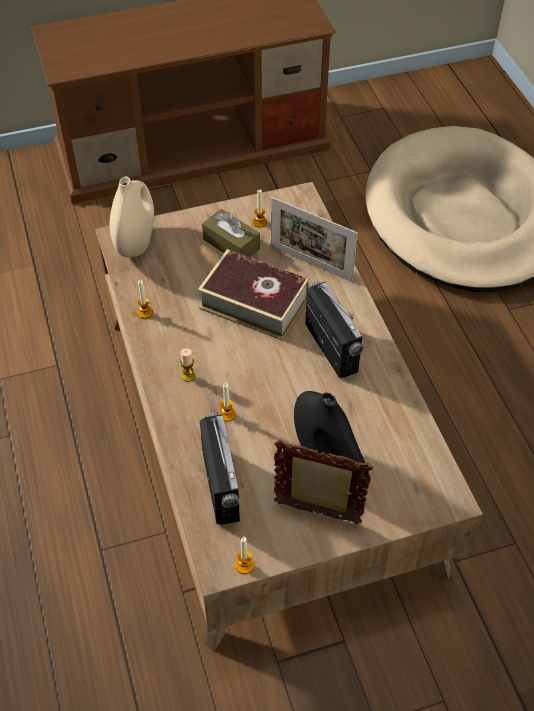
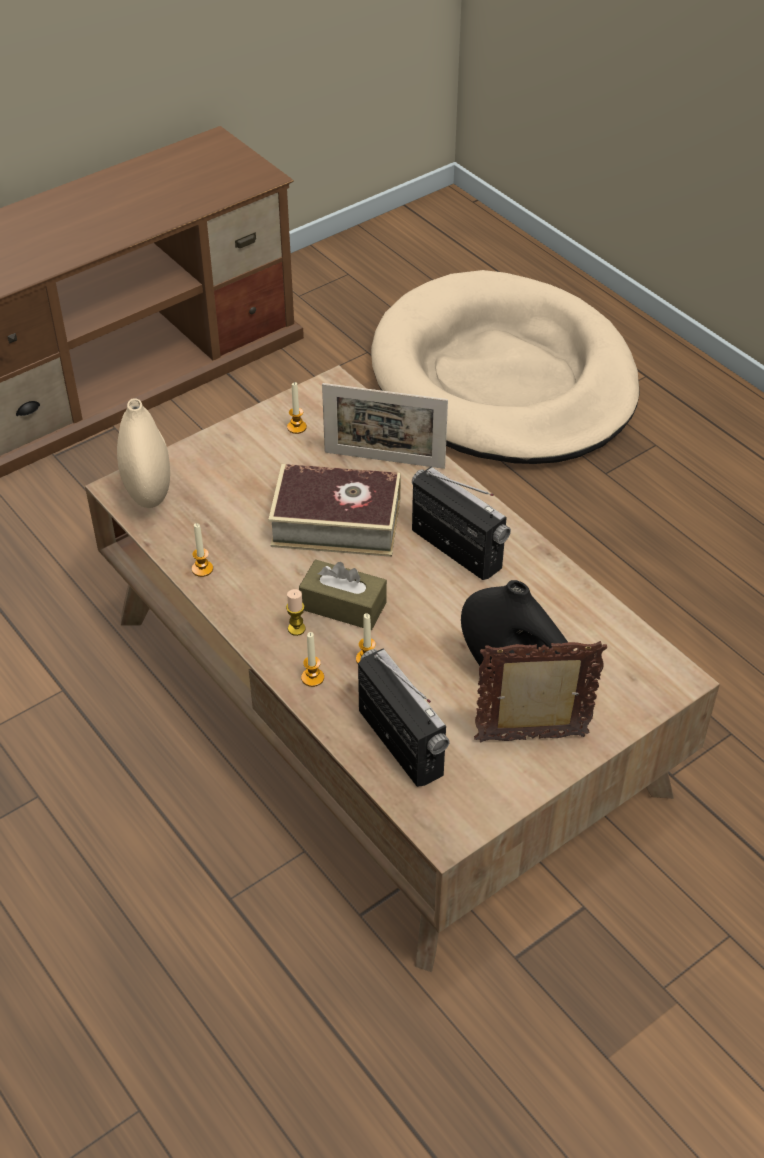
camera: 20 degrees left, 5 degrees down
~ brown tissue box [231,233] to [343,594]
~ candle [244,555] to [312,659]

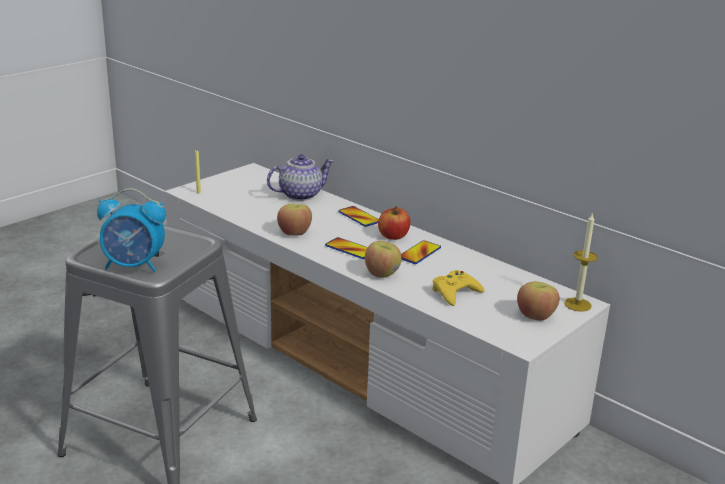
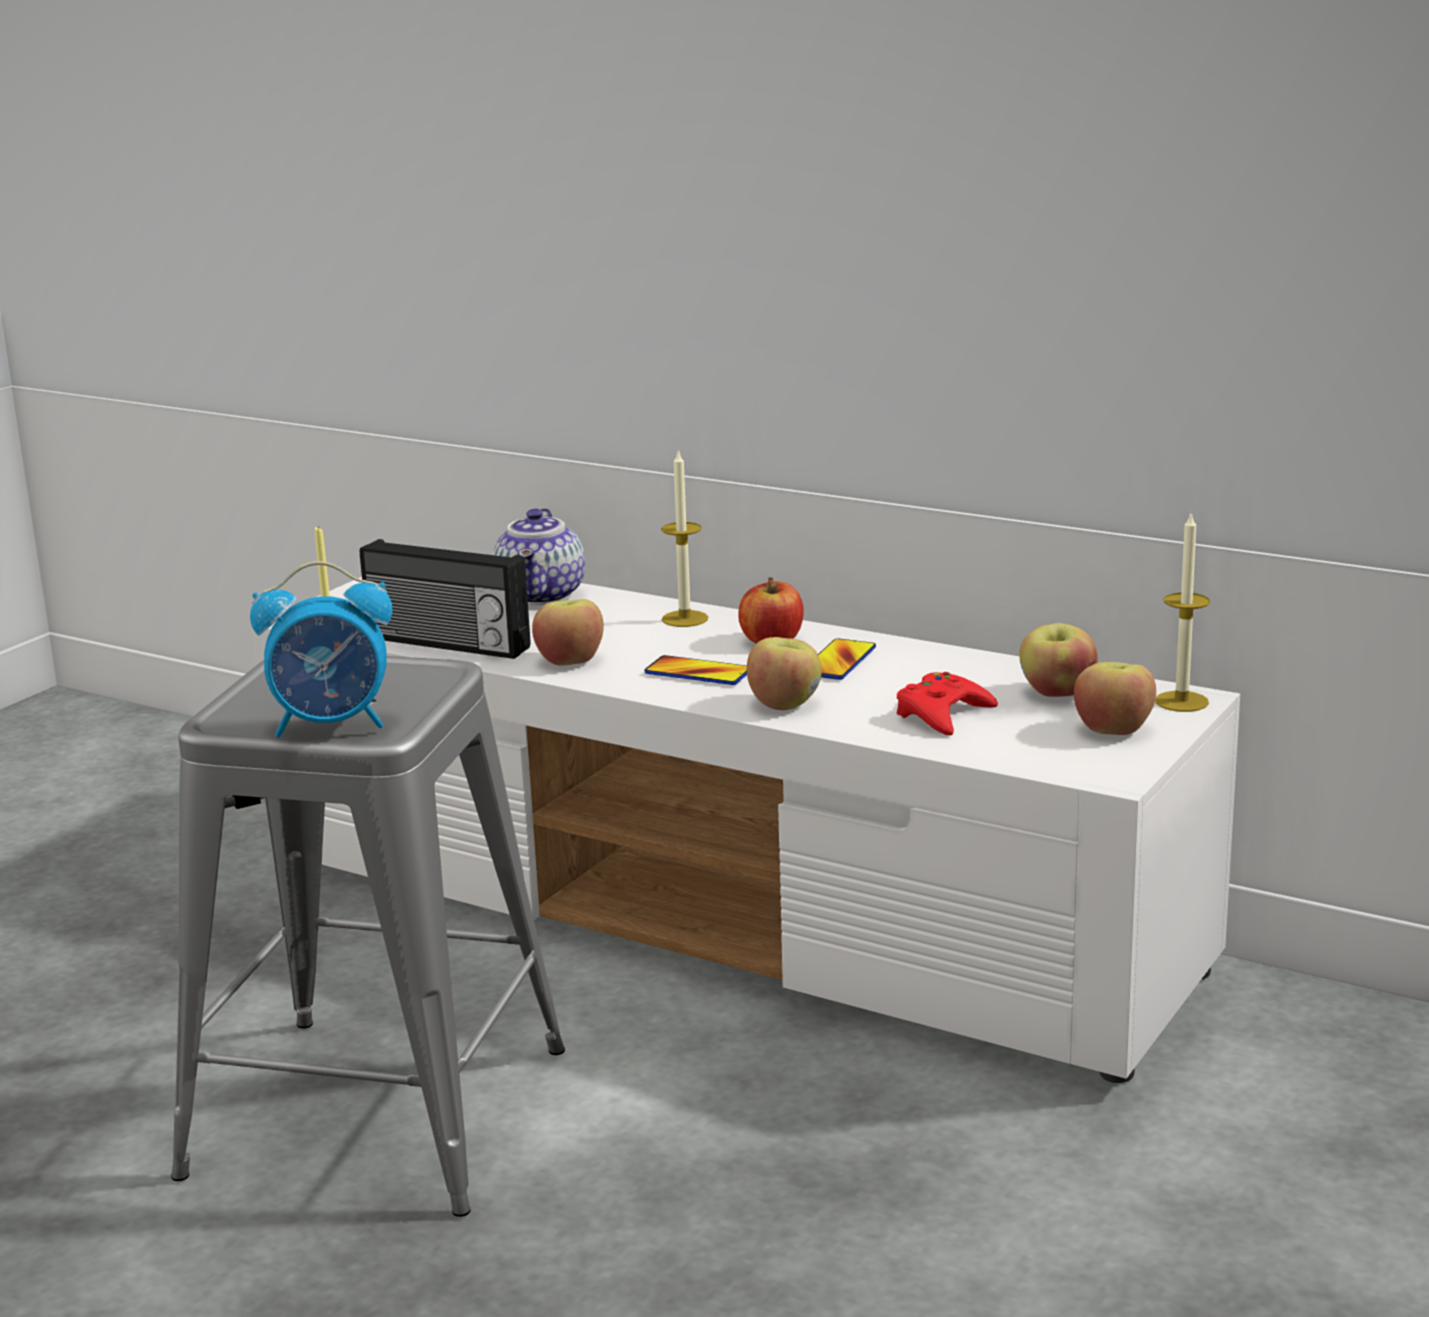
camera: 10 degrees left, 5 degrees down
~ teapot [300,177] = [539,556] 135 degrees clockwise
~ phone [358,216] to candle [684,538]
~ yellow game controller [458,288] to red game controller [947,703]
+ radio [445,599]
+ apple [1058,660]

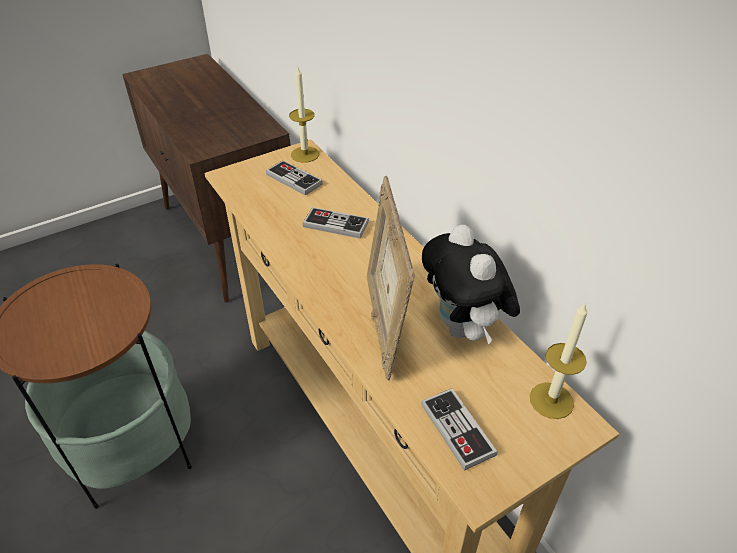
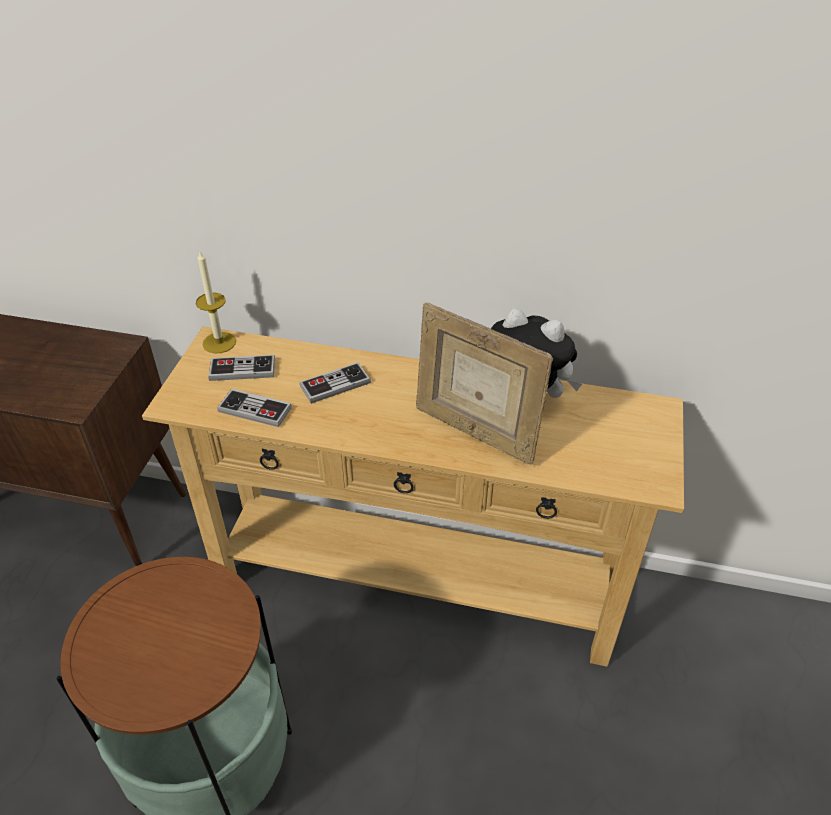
camera: 45 degrees left, 0 degrees up
~ game controller [459,429] to [254,408]
- candle [559,360]

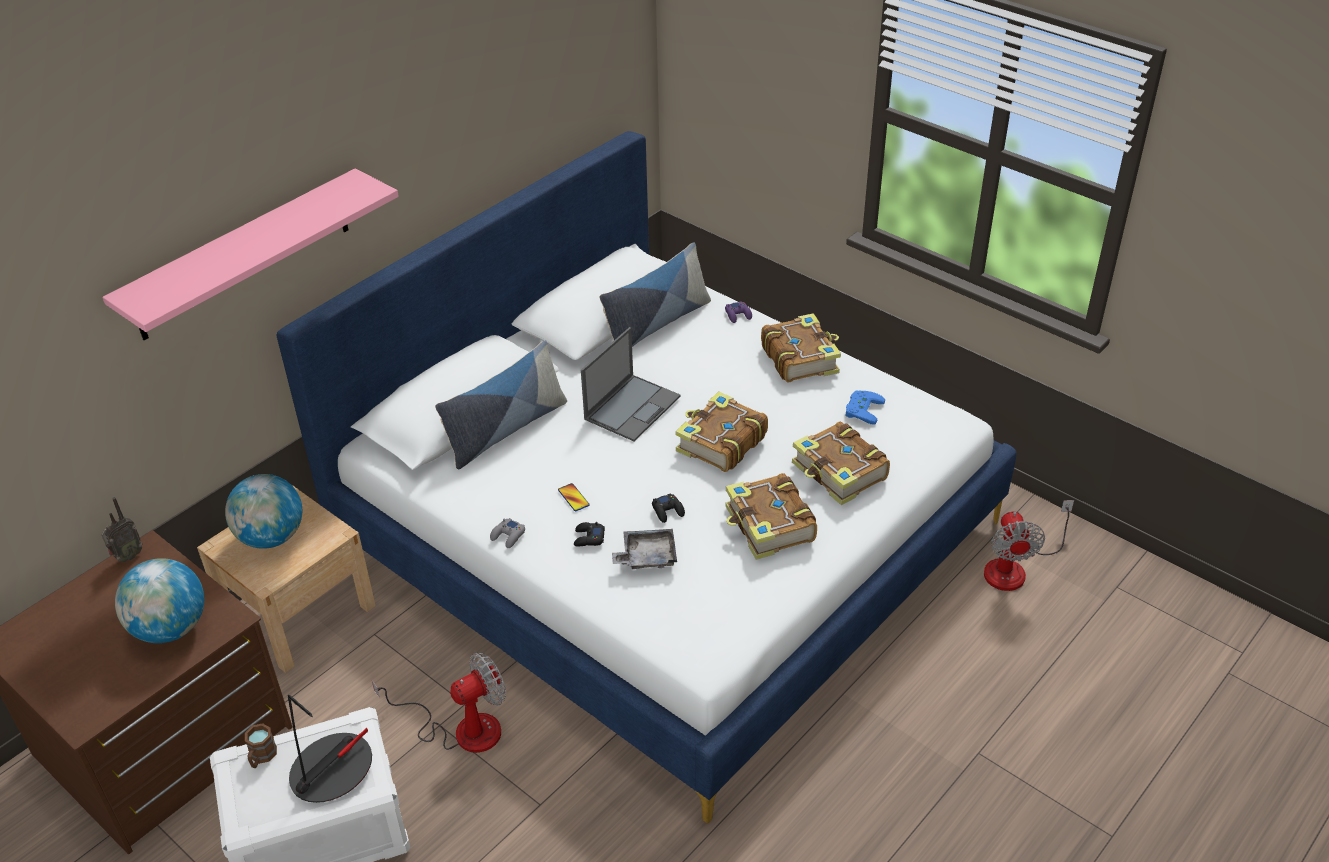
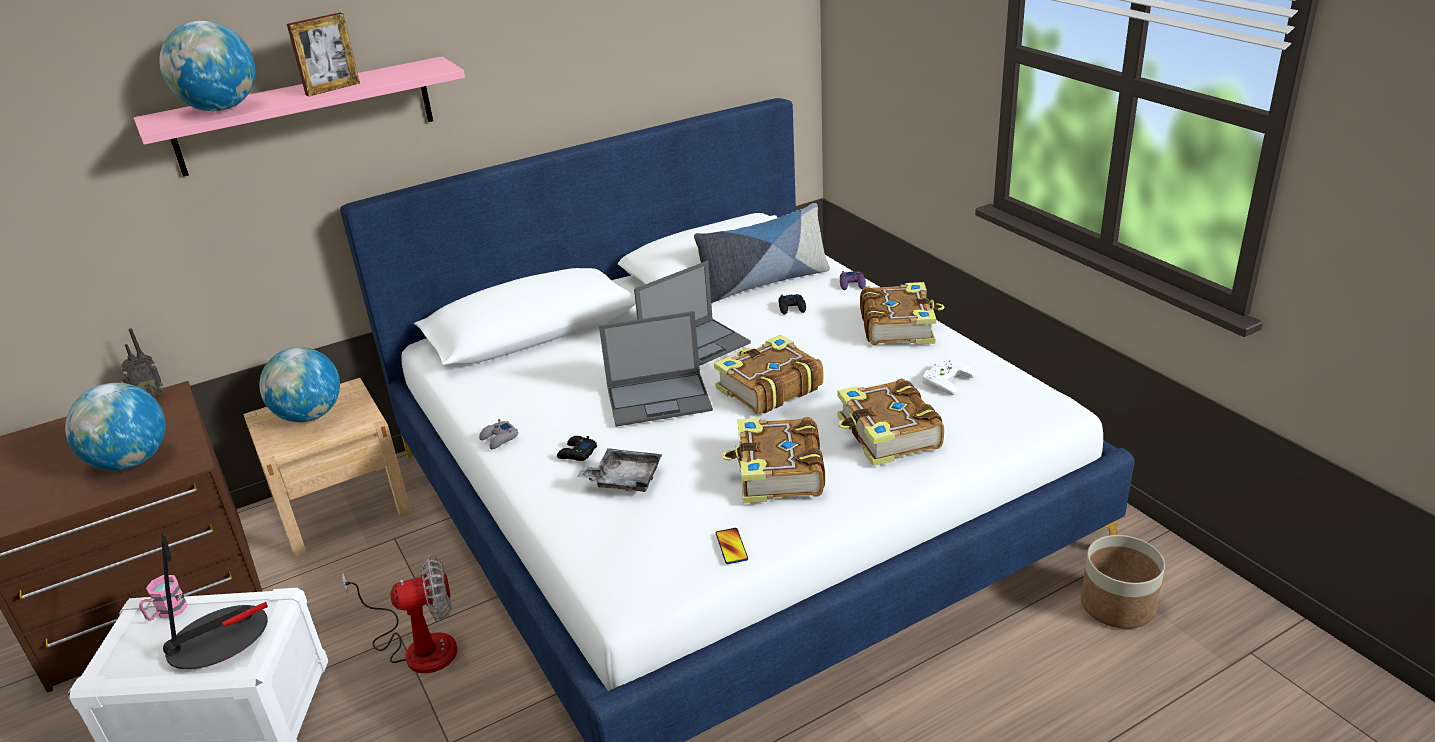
camera: 20 degrees right, 10 degrees down
~ brown mug [261,745] to pink mug [163,598]
- pillow [501,404]
~ phone [574,497] to [732,546]
~ black game controller [668,508] to [792,304]
~ blue game controller [865,408] to white game controller [949,377]
~ fan [1029,545] to planter [1123,582]
+ globe [207,66]
+ picture frame [323,55]
+ laptop [656,369]

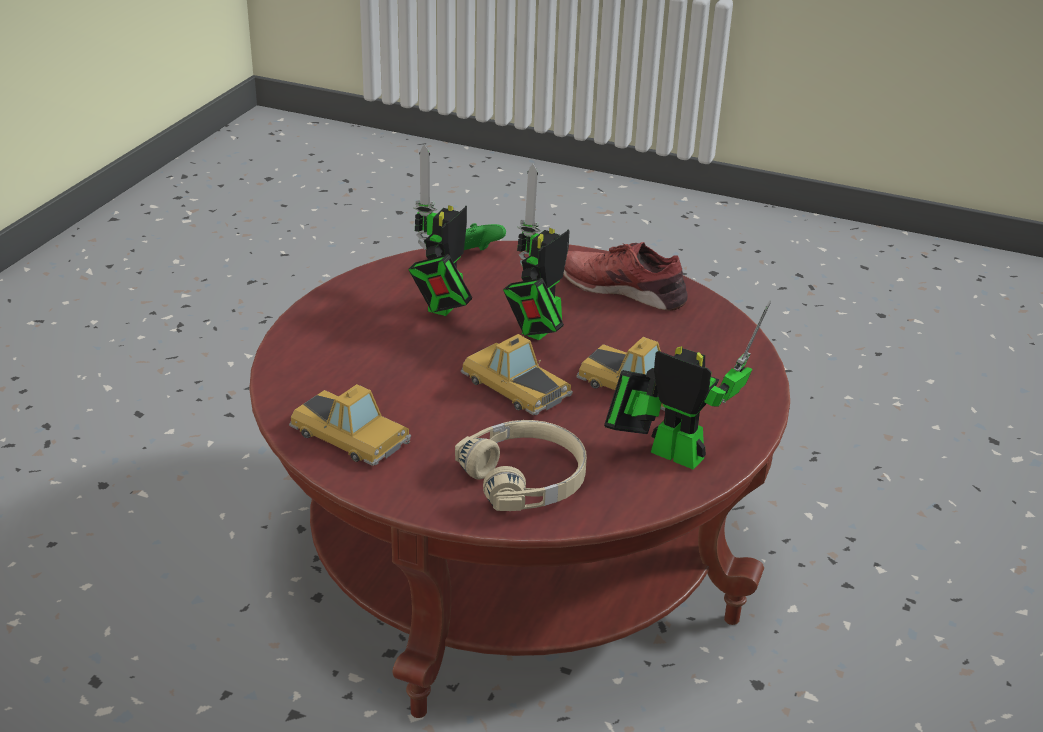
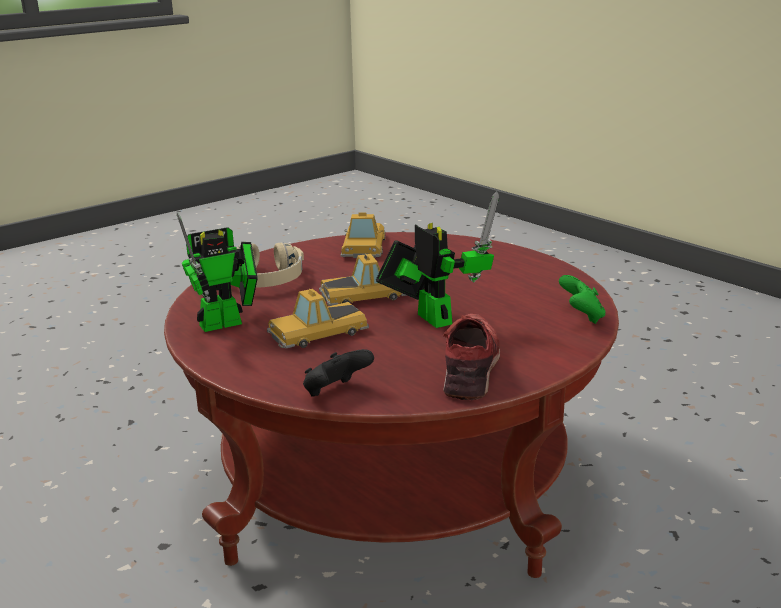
camera: 120 degrees right, 10 degrees down
~ toy car [350,425] = [363,235] 60 degrees counterclockwise
- toy robot [440,230]
~ red shoe [625,276] = [471,357] 45 degrees counterclockwise
+ black game controller [338,373]

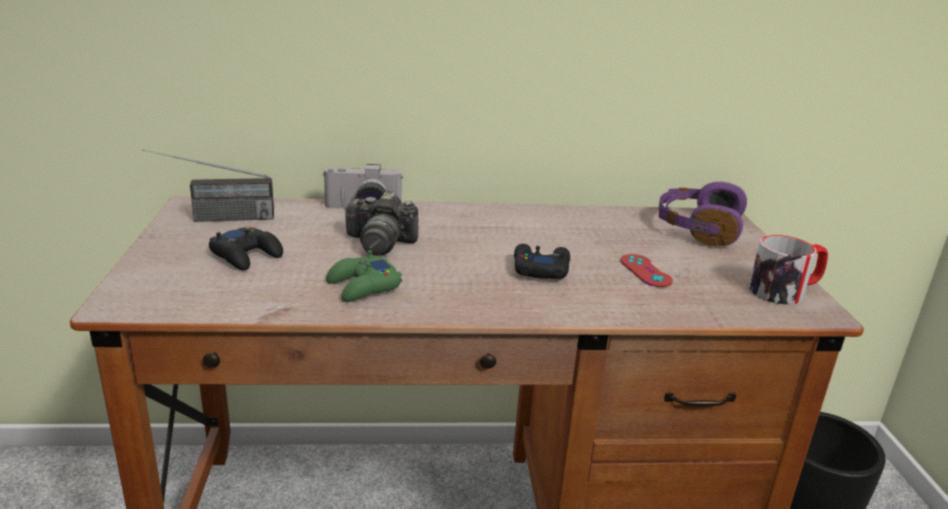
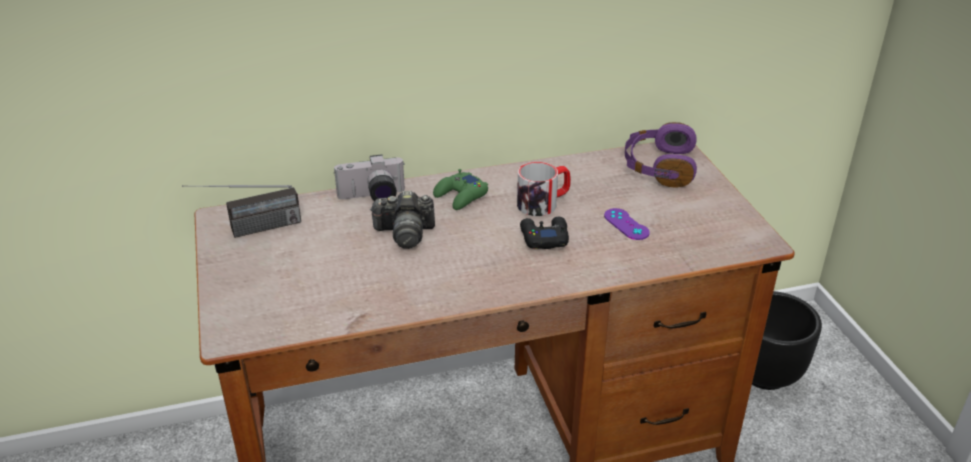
camera: 10 degrees left, 10 degrees up
- black game controller [246,249]
~ green game controller [364,276] to [460,189]
~ red game controller [646,270] to purple game controller [627,224]
~ mug [788,270] to [544,189]

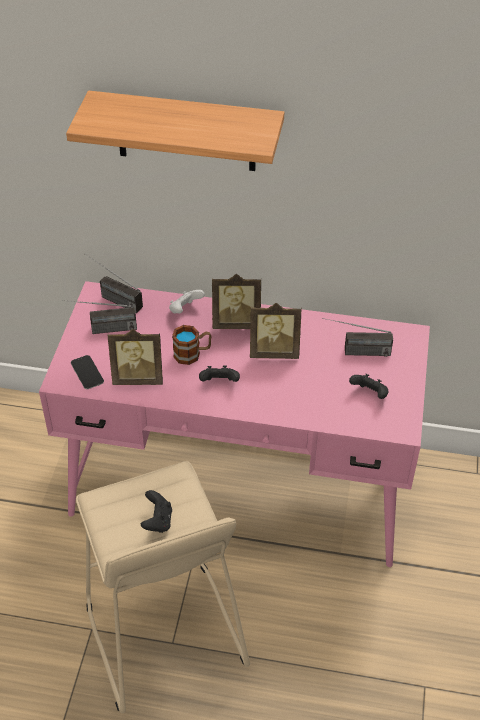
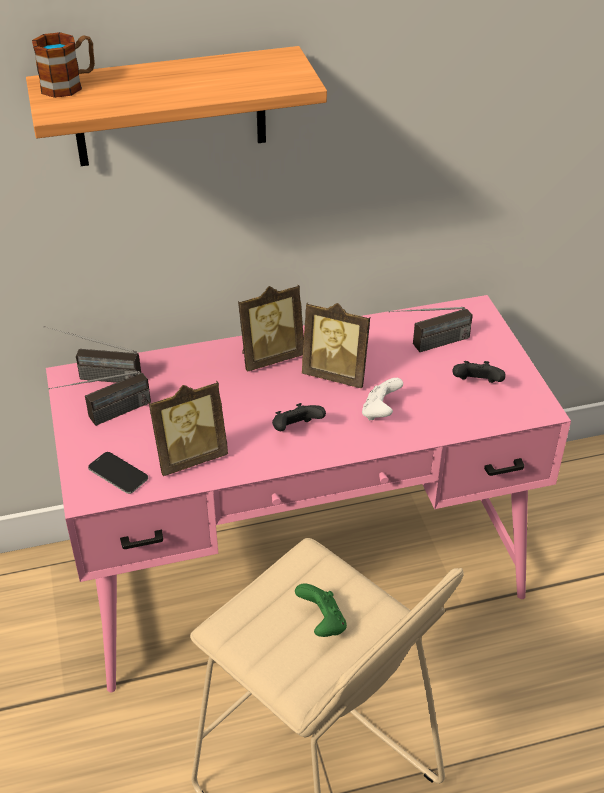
camera: 25 degrees left, 5 degrees down
~ black game controller [156,511] to green game controller [321,610]
~ white game controller [187,302] to [382,399]
~ mug [191,345] to [63,65]
~ picture frame [276,331] = [336,345] 45 degrees clockwise

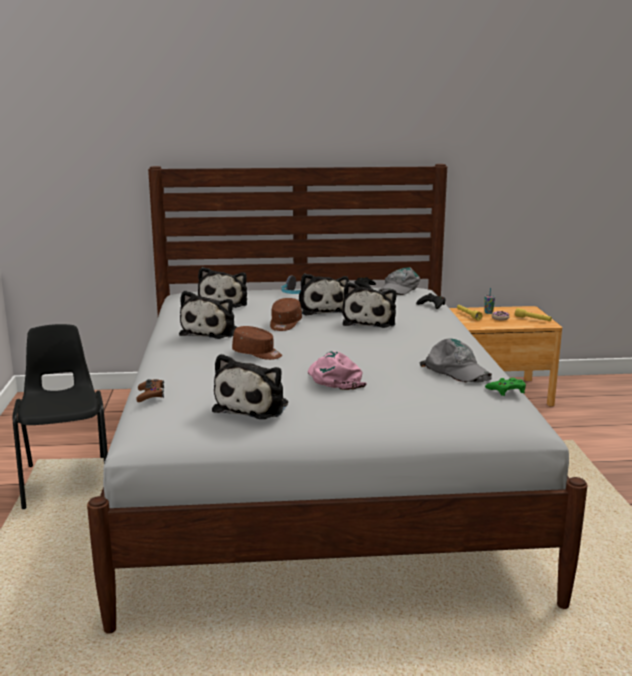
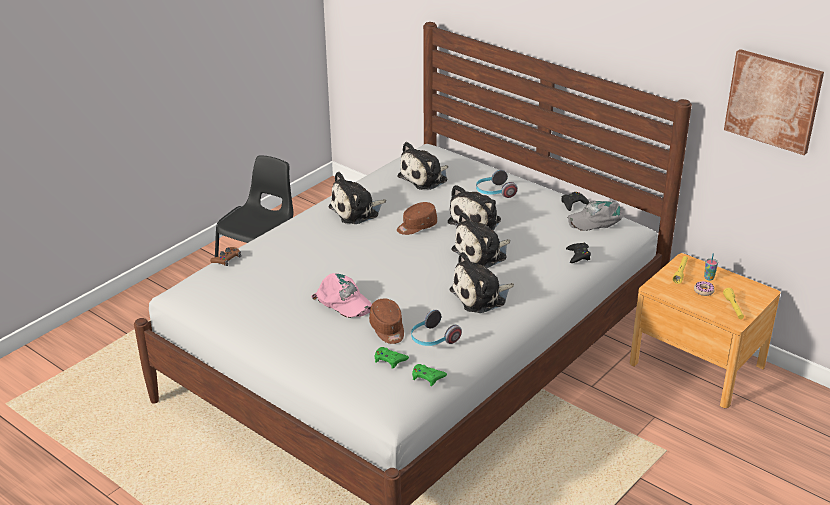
camera: 45 degrees right, 15 degrees up
~ plush toy [250,386] to [481,282]
~ brown cap [257,343] to [386,321]
~ pink cap [337,370] = [341,295] 105 degrees clockwise
~ grey cap [455,360] to headphones [436,328]
+ green game controller [392,358]
+ picture [774,102]

